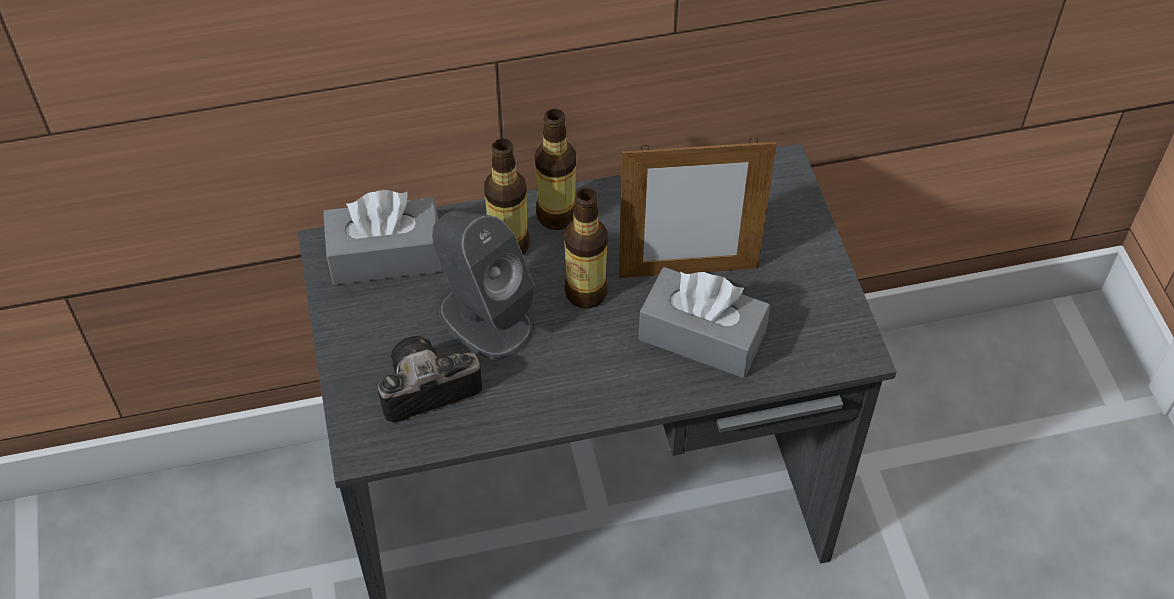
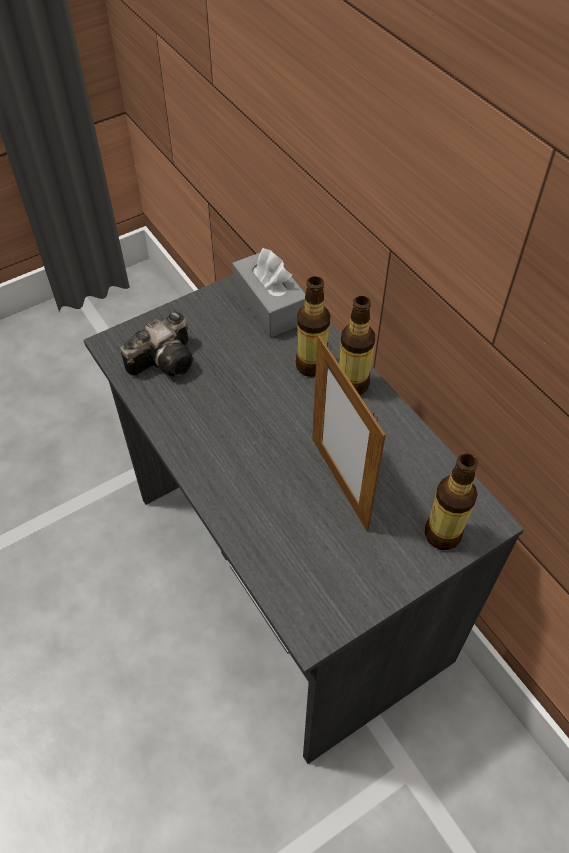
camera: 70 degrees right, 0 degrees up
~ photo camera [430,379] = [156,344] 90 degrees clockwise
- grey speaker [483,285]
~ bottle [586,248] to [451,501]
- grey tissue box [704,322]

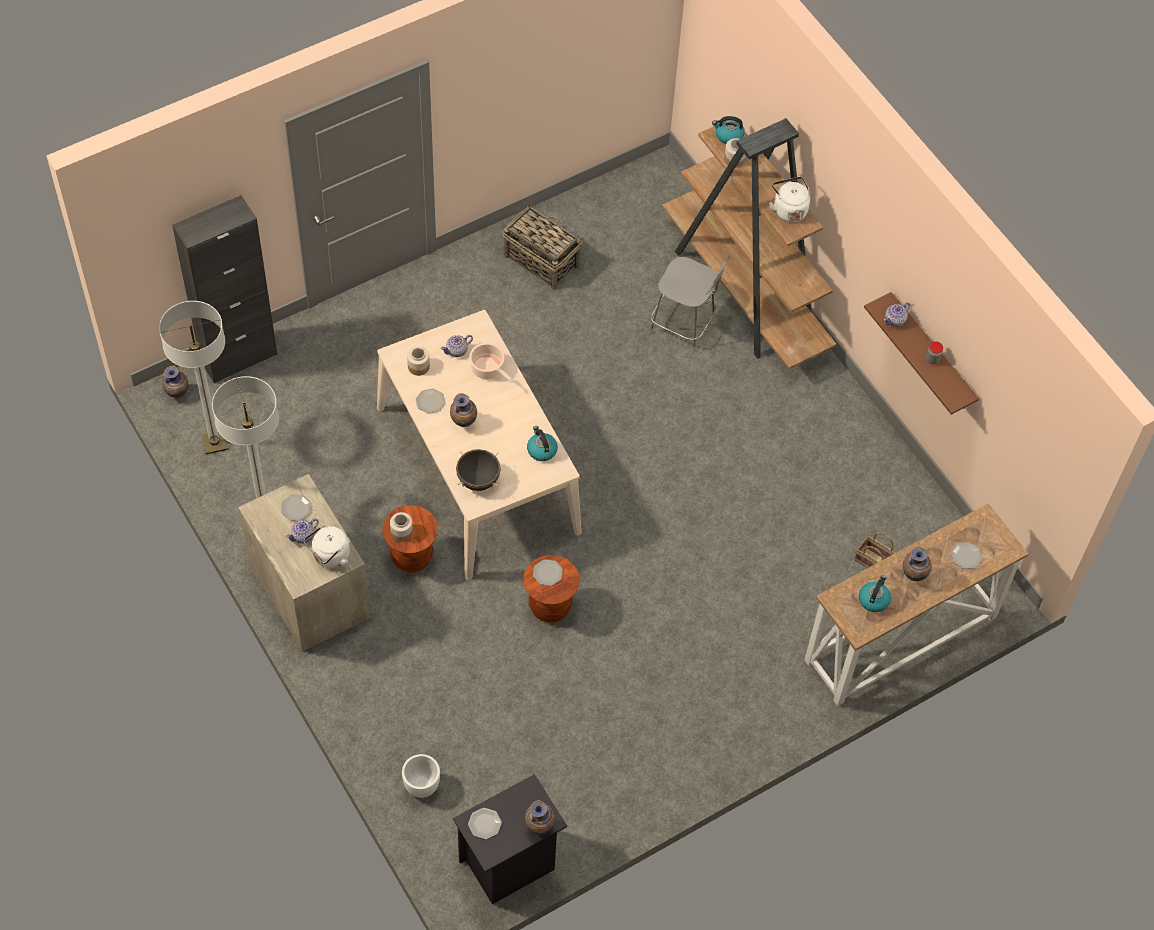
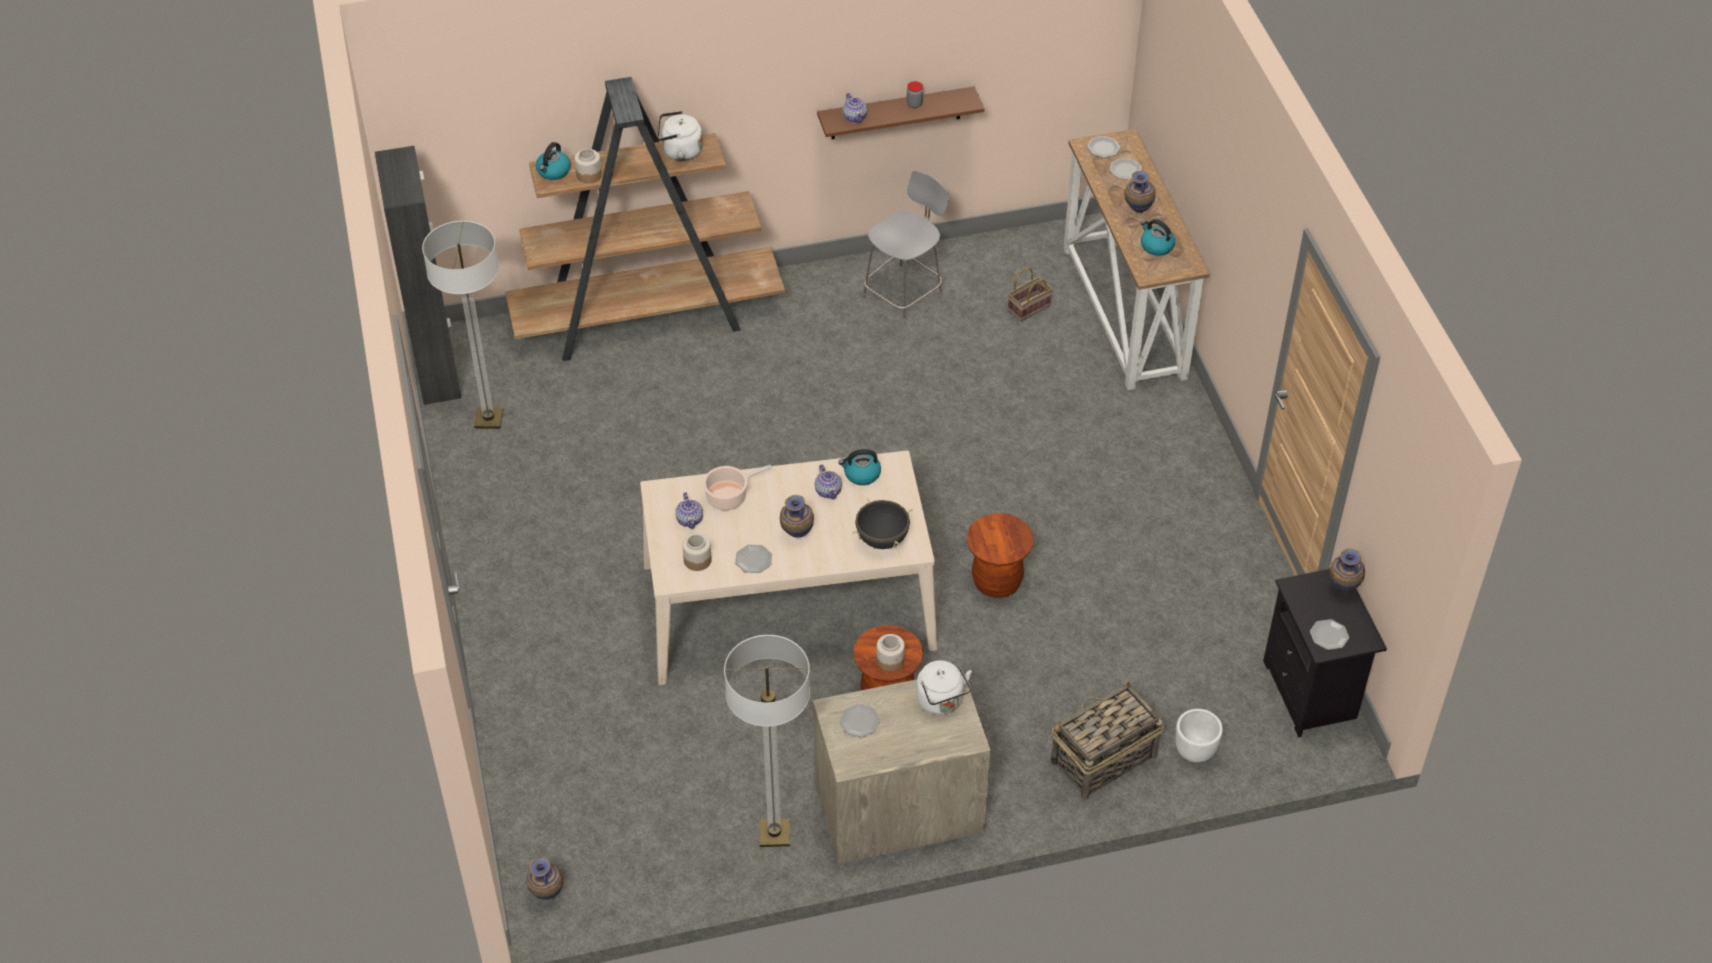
camera: 70 degrees left, 10 degrees down
~ floor lamp [193,378] to [462,325]
~ black cabinet [224,289] to [418,275]
~ teapot [302,531] to [828,481]
~ basket [543,246] to [1107,740]
~ plate [548,572] to [1103,147]
~ grey stool [690,303] to [905,248]

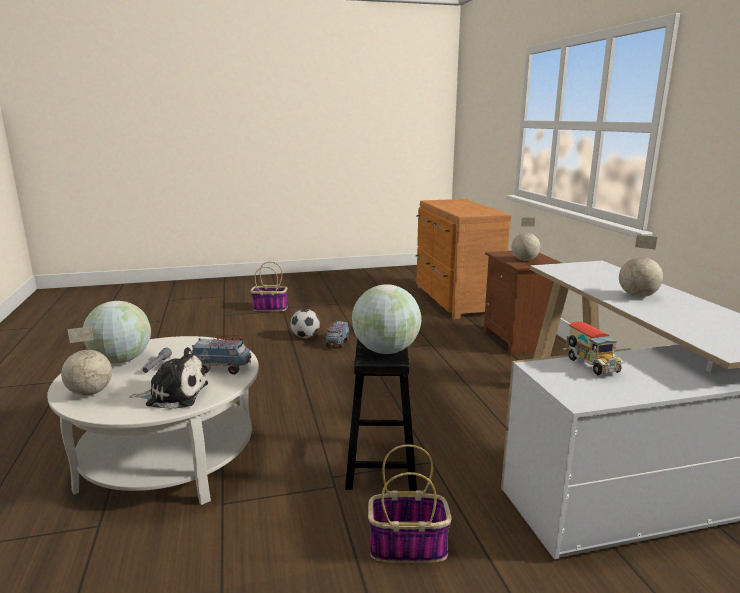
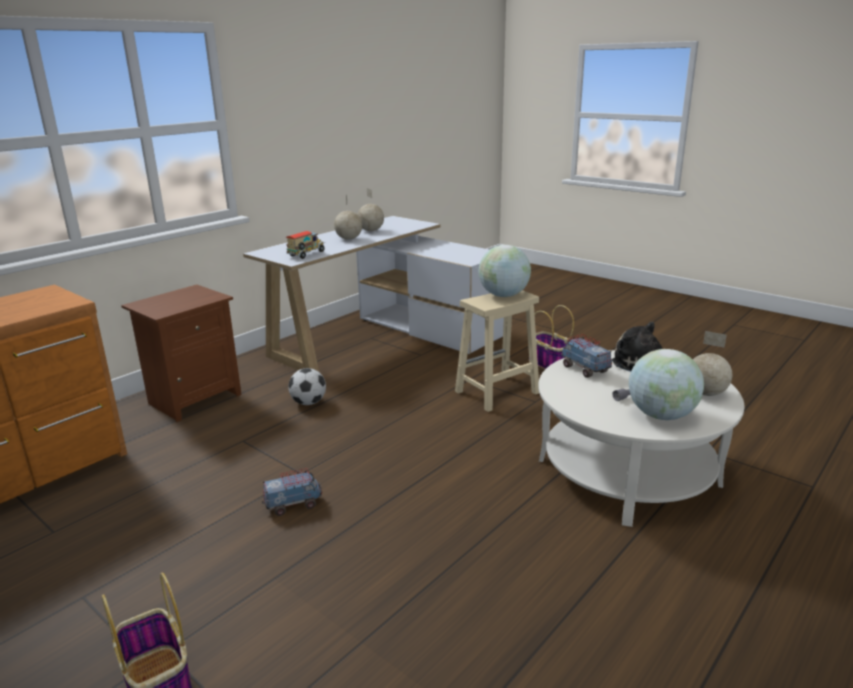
camera: 125 degrees left, 5 degrees up
~ football [305,323] to [307,386]
~ black stool [381,414] to beige stool [497,351]
~ globe [525,239] to [371,209]
~ toy truck [594,348] to [305,245]

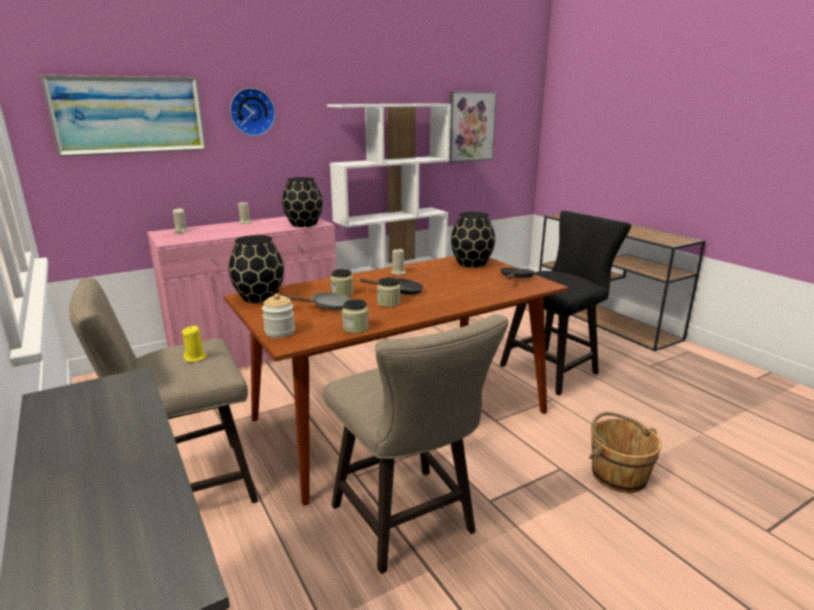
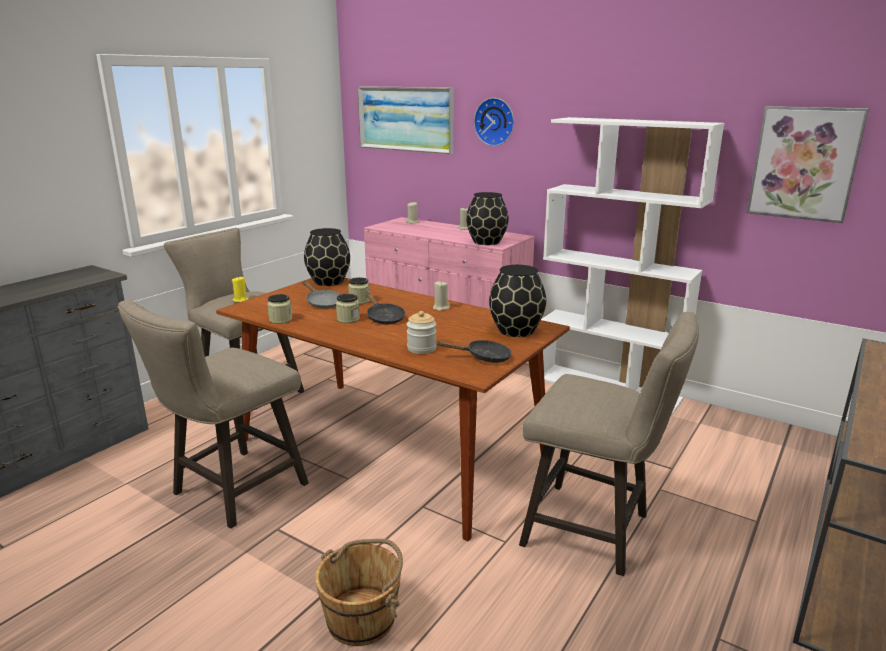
camera: 65 degrees right, 0 degrees up
~ jar [278,316] to [421,332]
~ black stool [565,303] to beige stool [609,444]

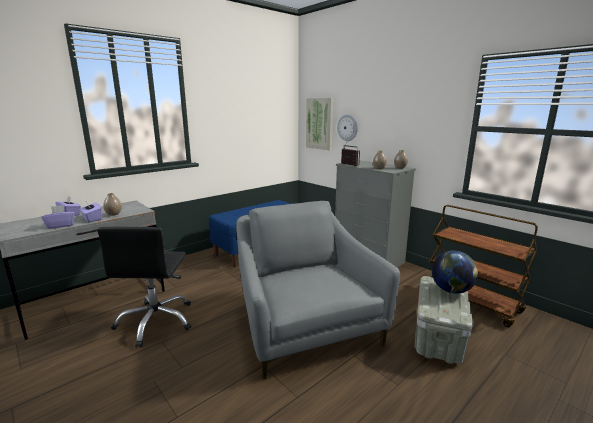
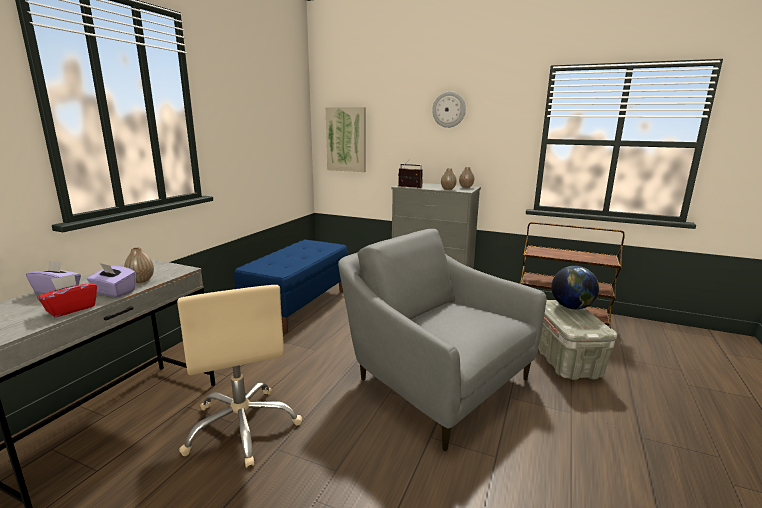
camera: 25 degrees left, 0 degrees up
~ purple tissue box [58,217] to red tissue box [67,295]
~ black office chair [144,287] to beige office chair [239,376]
~ wall clock [347,127] to [449,110]

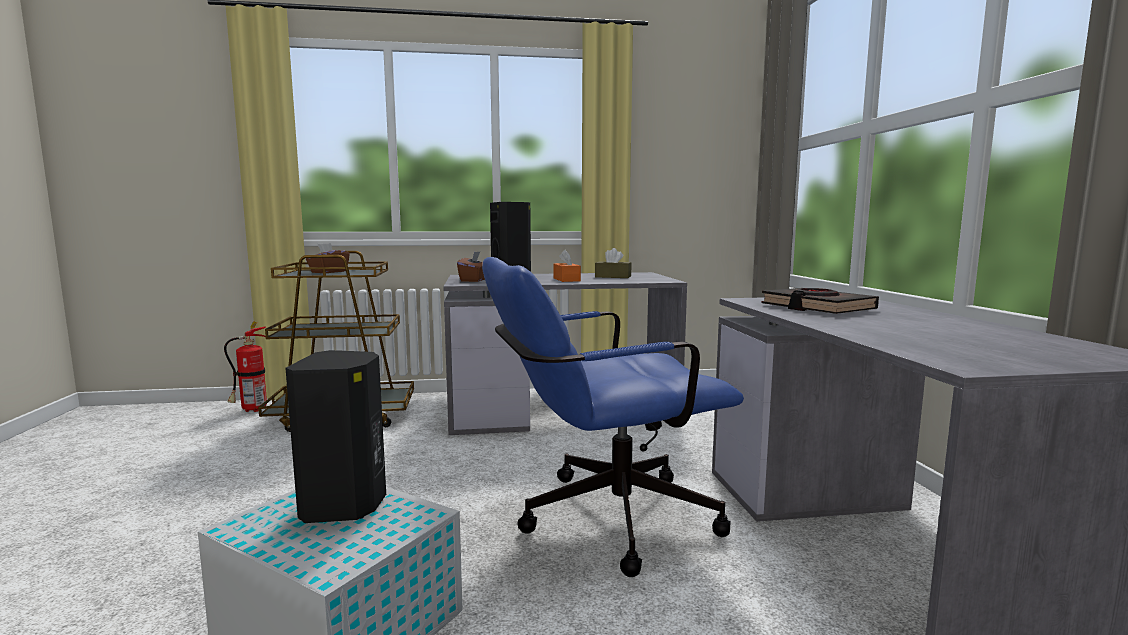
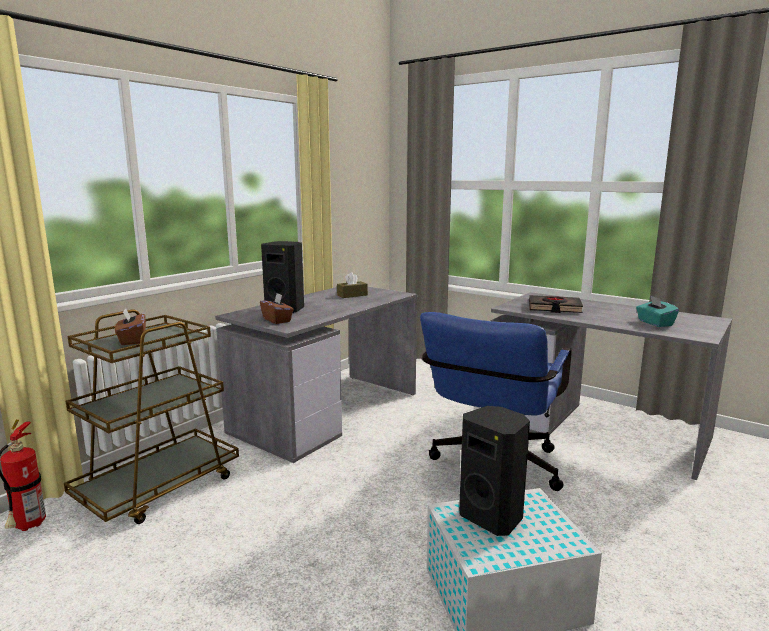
camera: 45 degrees left, 5 degrees up
- orange tissue box [567,266]
+ turquoise tissue box [657,311]

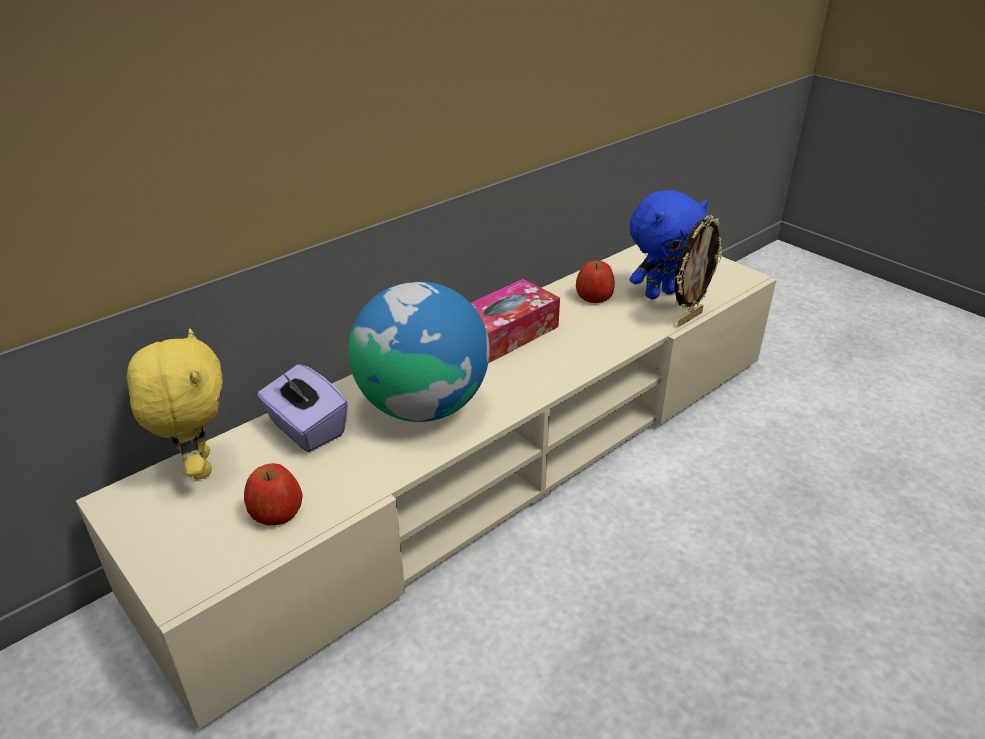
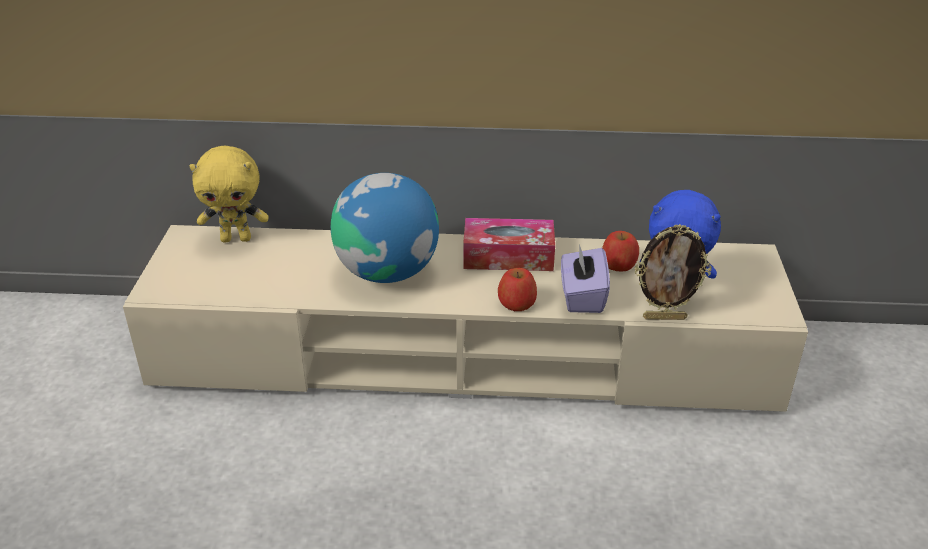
camera: 45 degrees right, 0 degrees up
~ yellow plush toy [175,404] = [228,194] 60 degrees clockwise
~ apple [273,494] to [517,289]
~ purple tissue box [302,408] to [585,278]

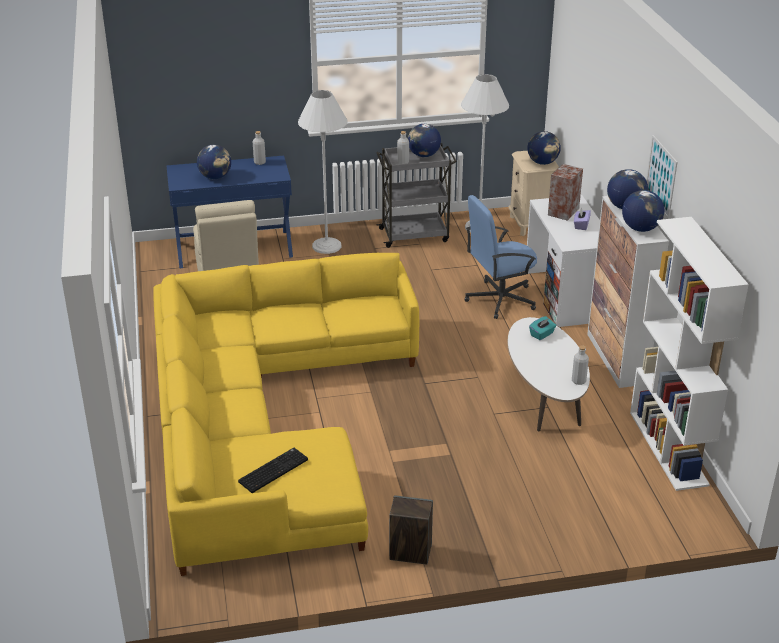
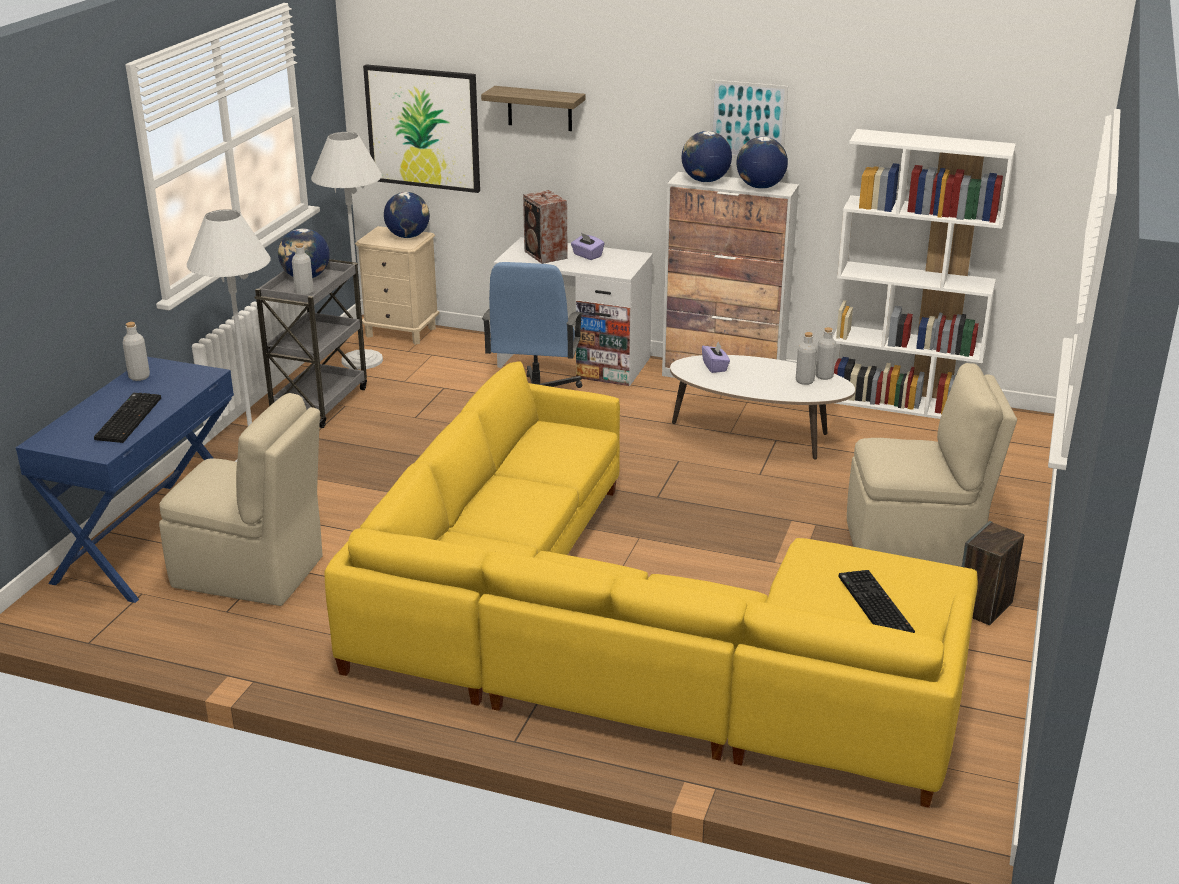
camera: 60 degrees left, 5 degrees down
~ globe [214,162] to keyboard [127,418]
~ turquoise tissue box [542,328] to purple tissue box [716,357]
+ picture [421,128]
+ shelf [533,108]
+ grey bottle [806,358]
+ beige chair [932,465]

